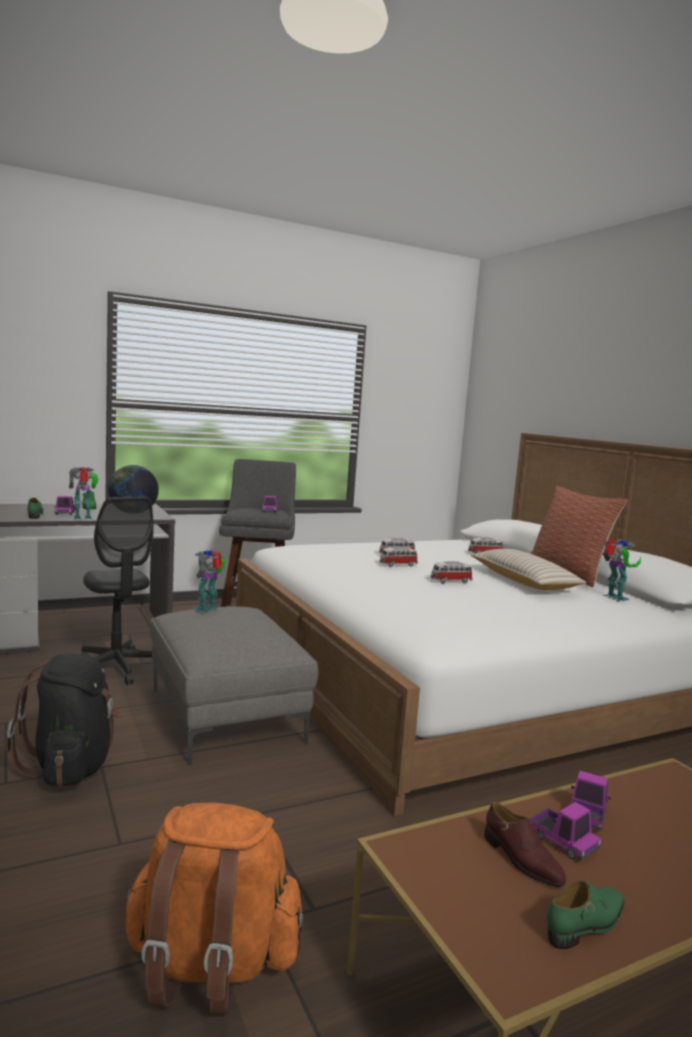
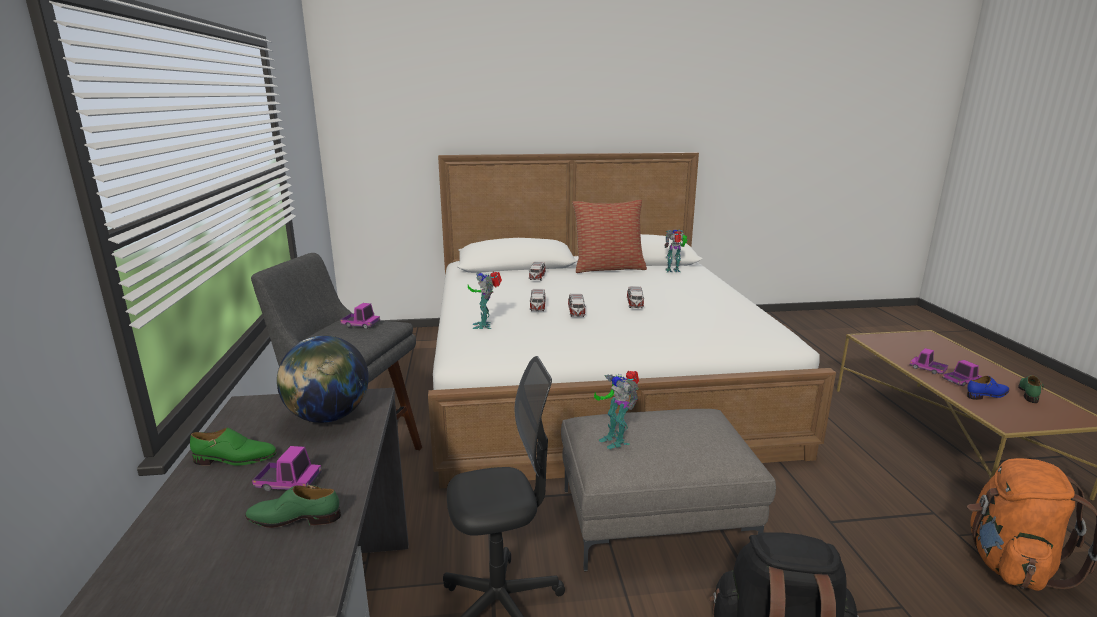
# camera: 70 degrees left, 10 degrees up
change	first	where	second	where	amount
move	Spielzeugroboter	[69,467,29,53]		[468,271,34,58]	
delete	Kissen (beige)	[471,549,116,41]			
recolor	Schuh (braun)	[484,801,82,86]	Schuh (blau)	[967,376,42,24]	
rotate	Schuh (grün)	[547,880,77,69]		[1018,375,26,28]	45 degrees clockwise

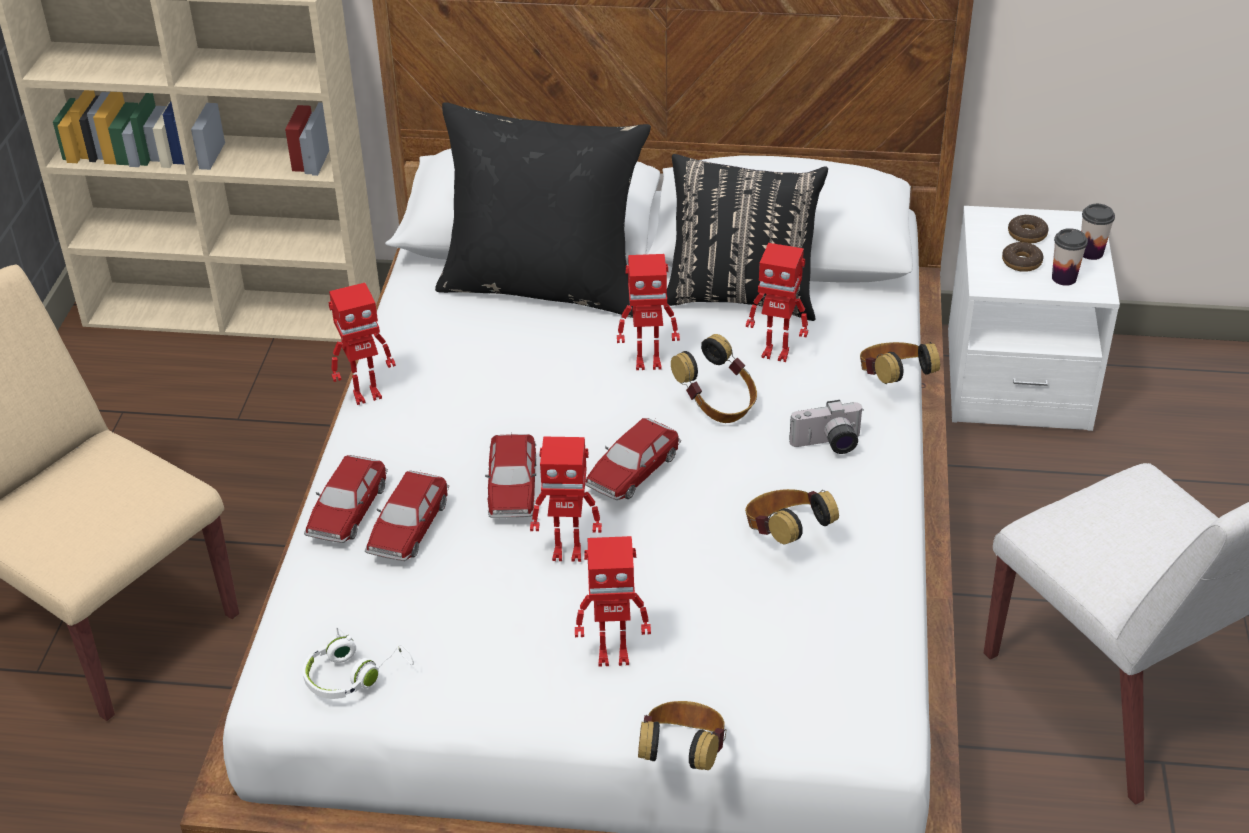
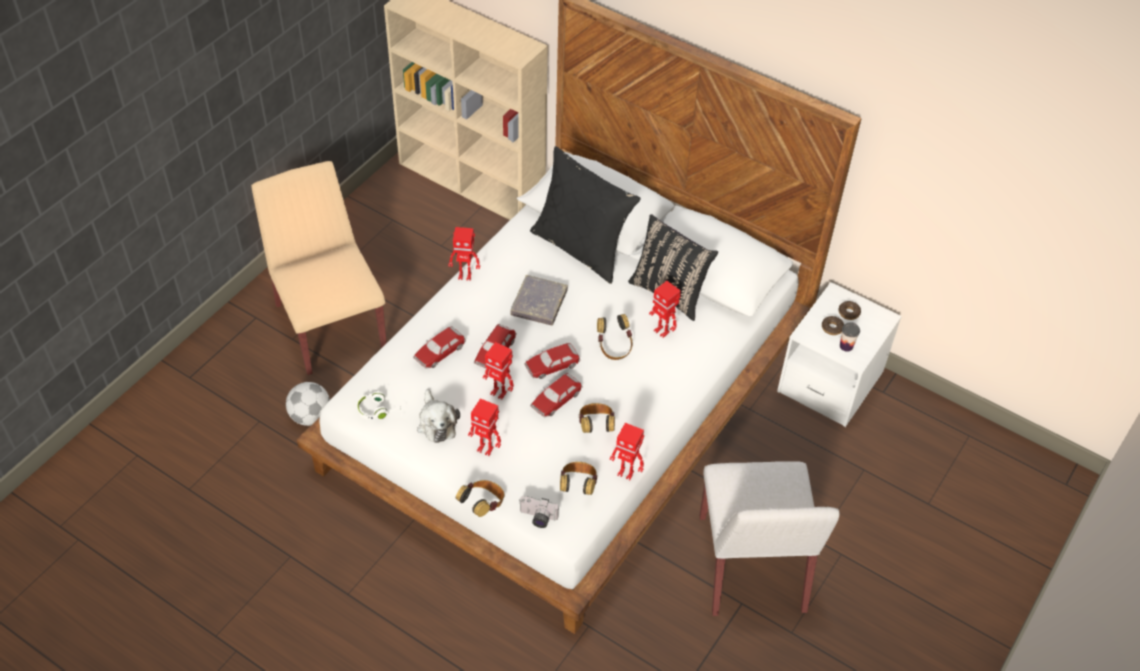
# camera: 25 degrees right, 10 degrees up
change	first	where	second	where	amount
move	Spielzeugauto	[304,455,84,88]		[530,373,53,44]	
move	Spielzeugroboter	[617,254,63,116]		[610,423,34,57]	
move	Kamera	[789,400,75,54]		[520,496,39,32]	
move	Kopfhörer	[860,342,80,42]		[560,462,38,33]	
delete	Tasse	[1081,204,34,56]			
insert			Fußball	[286,382,44,44]	
insert			Plüschtier	[417,389,43,54]	
insert			Buch (grau)	[510,275,58,50]	

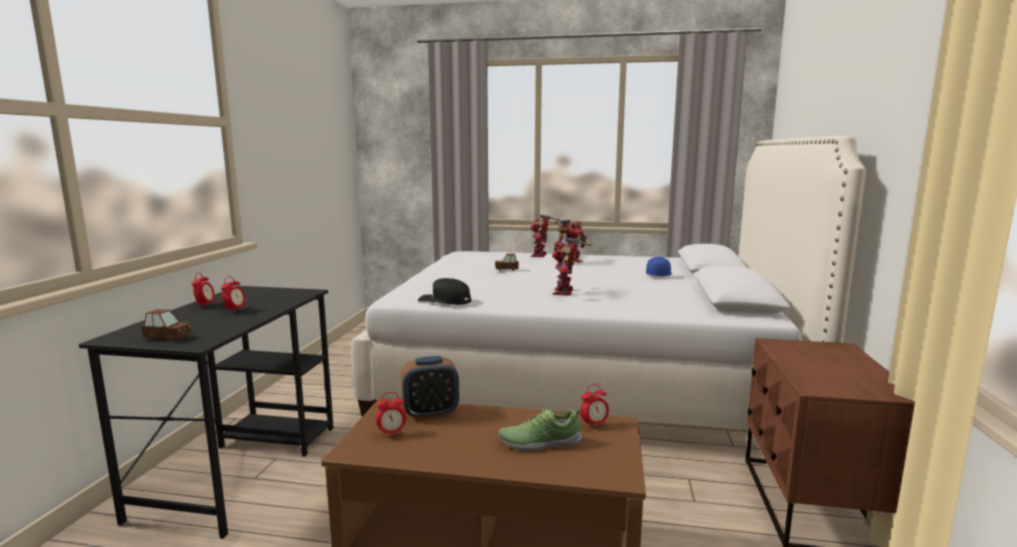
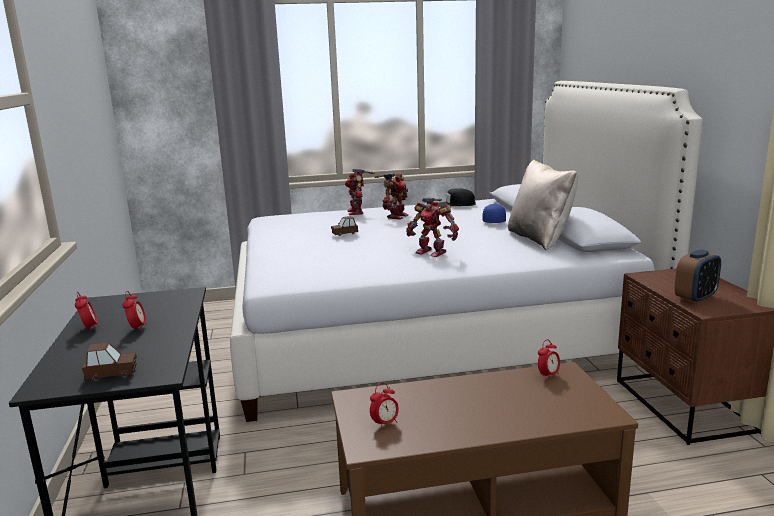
# camera: 20 degrees left, 5 degrees up
change	first	where	second	where	amount
move	Wecker	[401,356,58,64]		[674,249,47,55]	
move	Kappe (schwarz)	[418,278,54,27]		[438,188,38,19]	
delete	Schuh	[498,408,84,44]			
rotate	Spielzeugroboter	[552,237,40,59]		[406,198,53,59]	45 degrees counterclockwise
insert			Kissen (beige)	[508,159,70,92]	

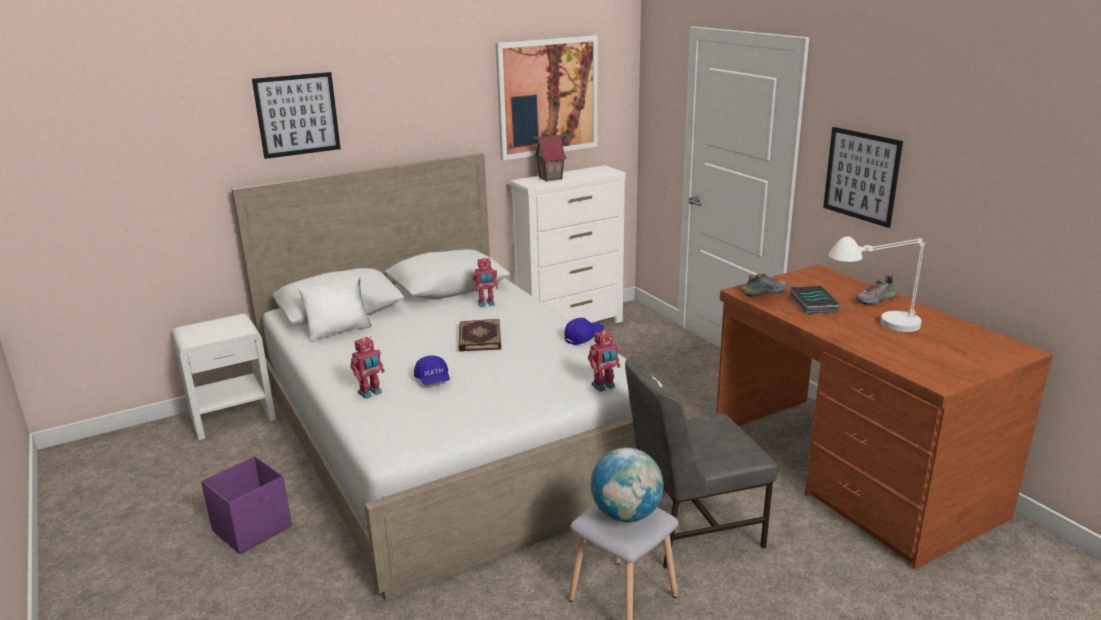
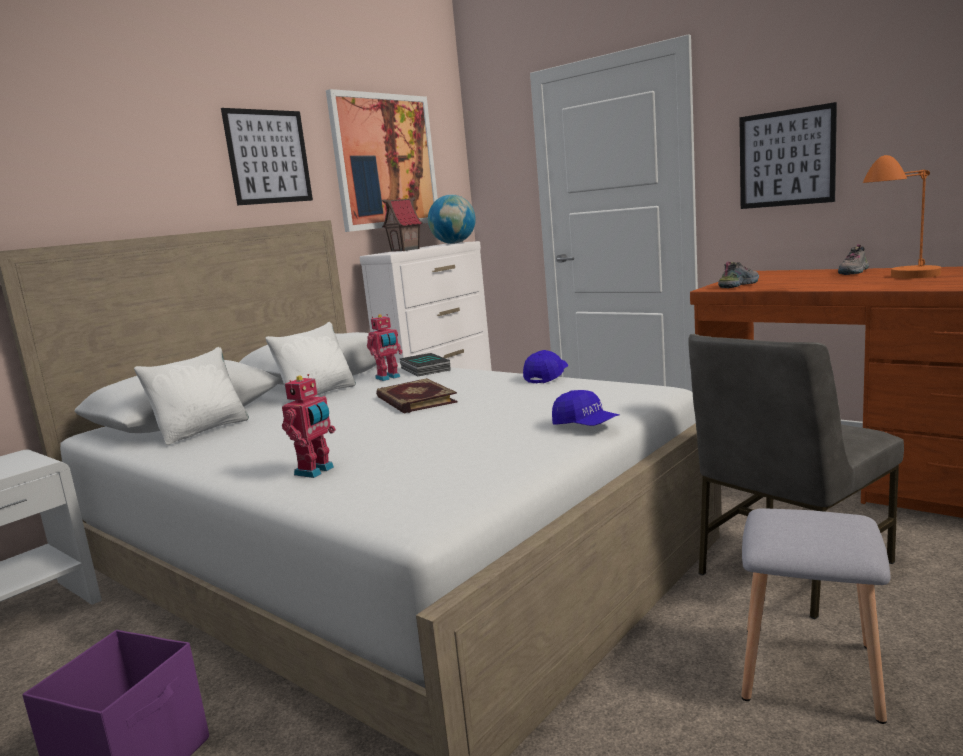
# camera: 20 degrees left, 10 degrees down
change	first	where	second	where	amount
move	Bild	[252,72,89,87]		[221,108,92,97]	
move	Kappe (blau)	[414,355,36,30]		[552,390,67,36]	
delete	Spielzeugroboter	[588,330,33,62]			
move	Globus	[591,447,73,75]		[428,194,48,50]	
move	Buch	[790,286,50,28]		[400,353,51,23]	
recolor	Tischlampe (weiß)	[829,236,97,96]	Tischlampe (orange)	[863,155,78,123]	
insert			Kissen (weiß)	[265,322,91,79]	

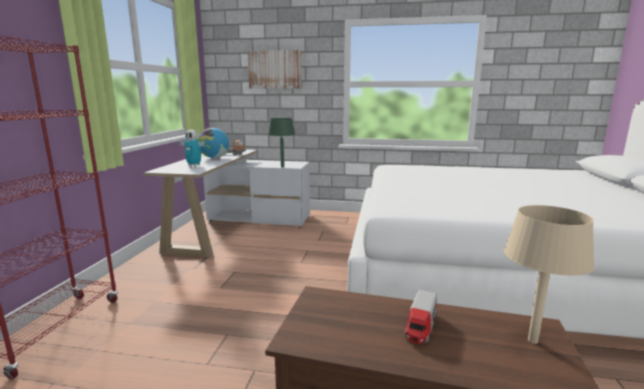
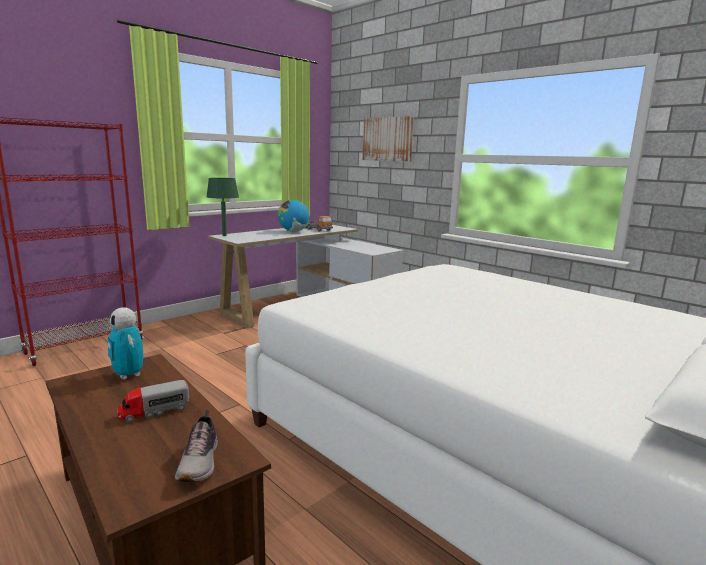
# camera: 35 degrees right, 0 degrees up
change	first	where	second	where	amount
move	Spielzeugroboter	[178,130,28,36]		[108,307,35,73]	
move	Tischlampe (grün)	[268,118,27,50]		[207,178,32,58]	
replace	Tischlampe (beige)	[504,205,91,139]	Schuh	[175,410,43,72]	

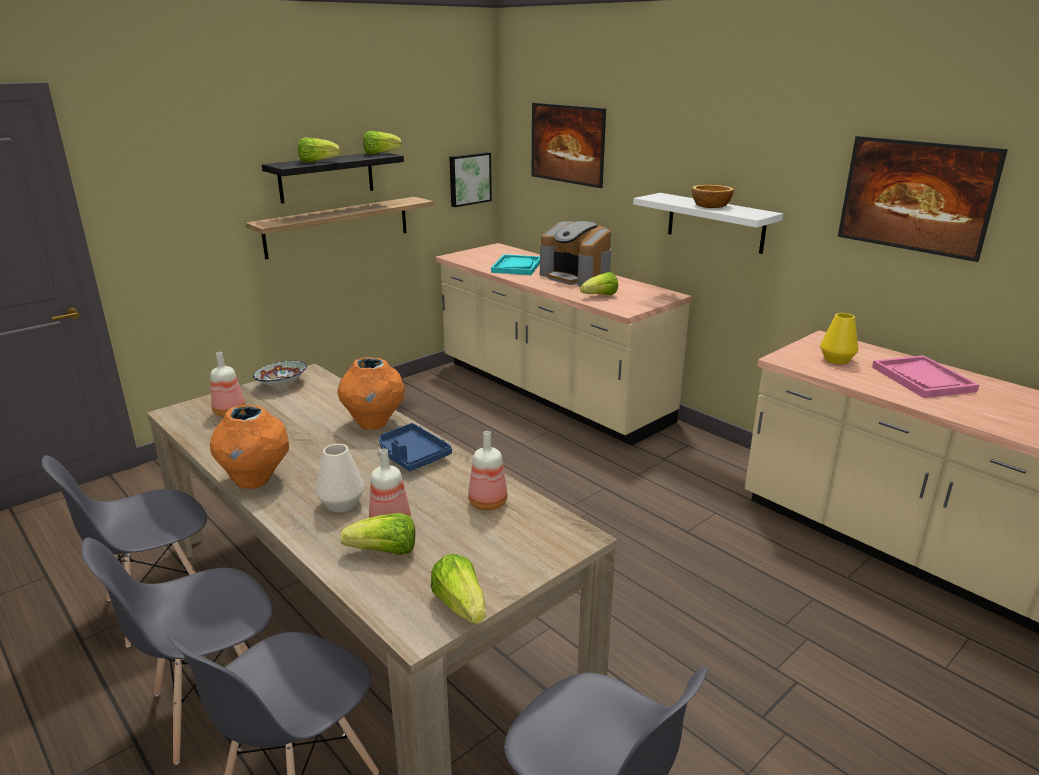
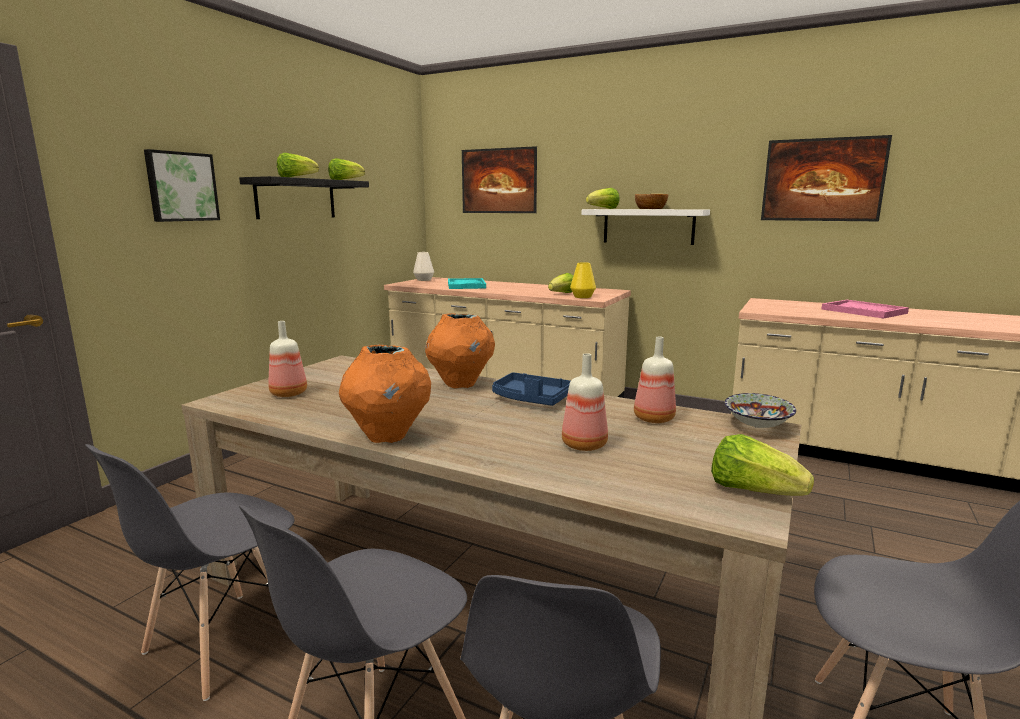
# camera: 20 degrees left, 10 degrees down
change	first	where	second	where	amount
delete	Wandregal	[245,197,189,62]			
move	Schüssel	[253,361,54,25]		[725,393,71,35]	
move	Vase (weiß)	[316,444,48,68]		[413,252,21,29]	
move	Salatkopf	[341,513,74,42]		[586,188,34,21]	
move	Bild	[449,152,43,55]		[144,149,76,73]	
delete	Kaffeemaschine	[540,221,71,66]			
move	Vase (gelb)	[820,313,38,51]		[570,262,26,36]	

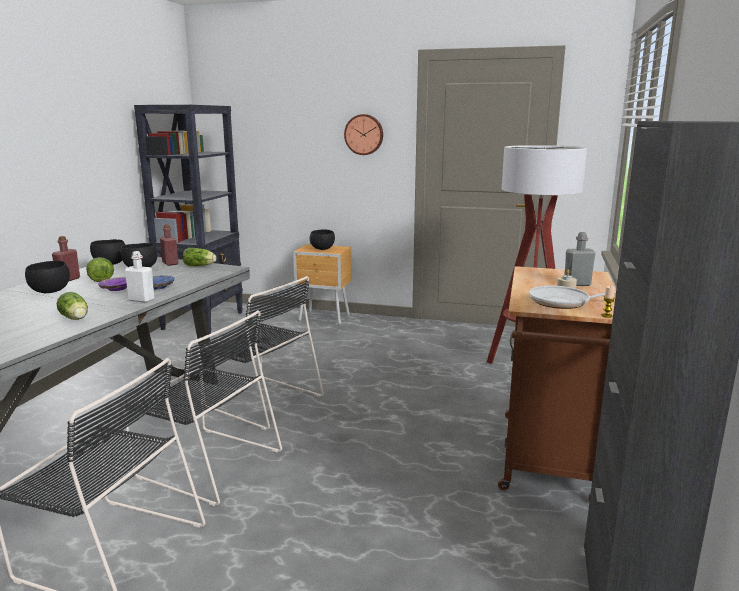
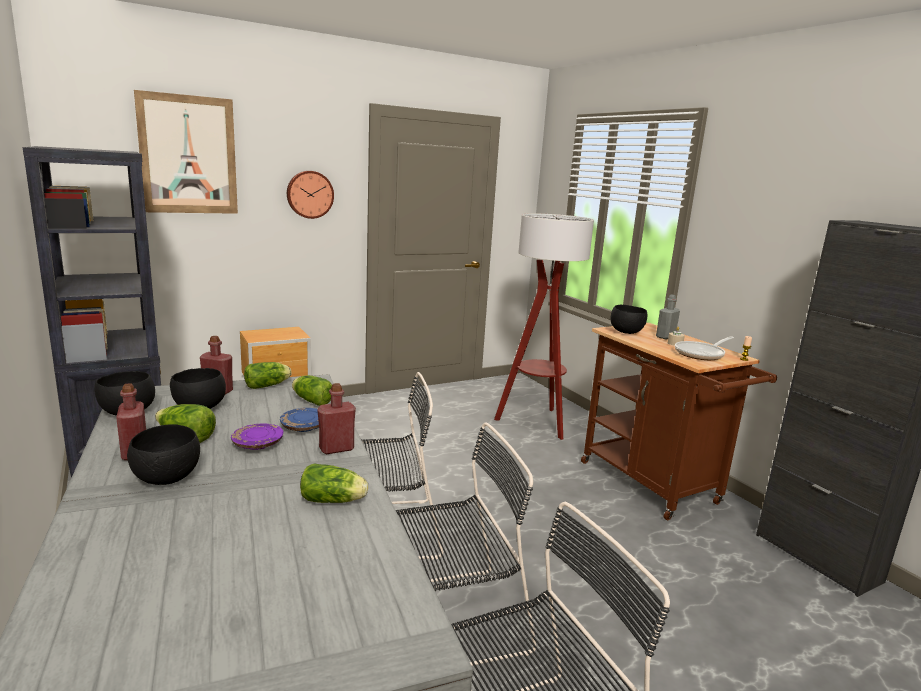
# camera: 45 degrees left, 0 degrees up
change	first	where	second	where	amount
recolor	Flasche (weiß)	[125,251,30,52]	Flasche (rot)	[317,383,39,71]	
move	Schüssel (schwarz)	[310,229,25,21]		[611,304,36,30]	
insert			Bild	[134,90,104,124]	
insert			Salatkopf	[292,375,40,31]	

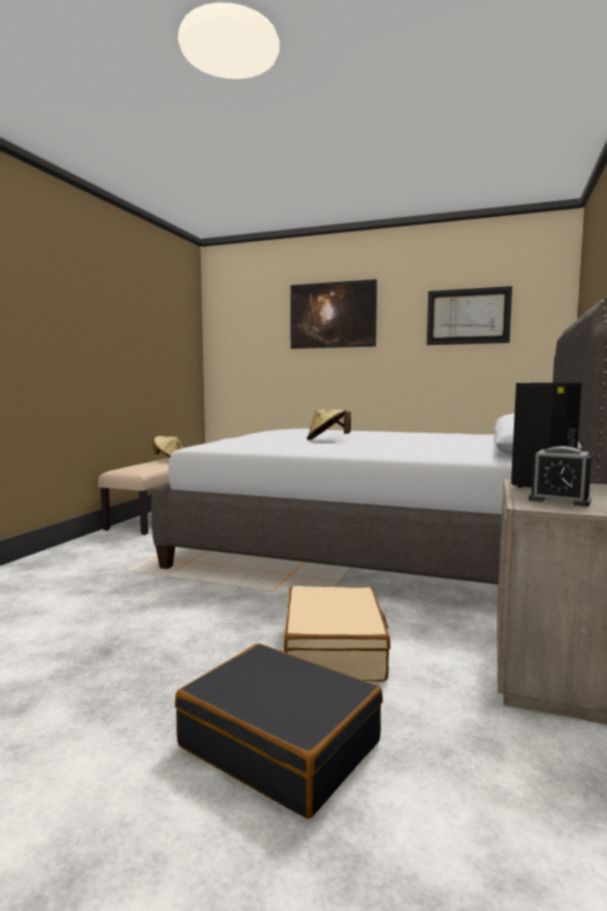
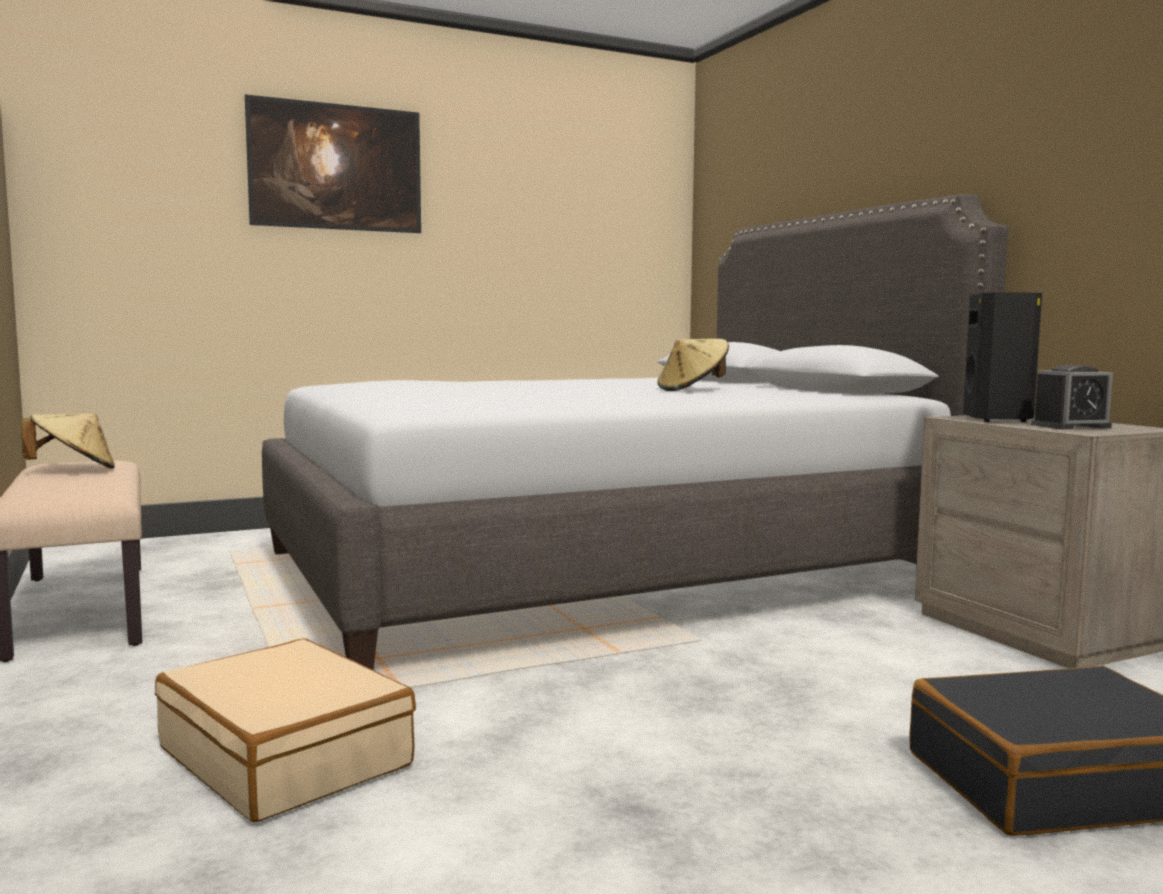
# camera: 45 degrees left, 0 degrees up
change	first	where	second	where	amount
move	Koffer (beige)	[284,586,106,95]		[155,638,261,184]	
move	Hut (beige)	[307,410,44,30]		[657,339,72,52]	
delete	Bild	[427,286,85,59]			

